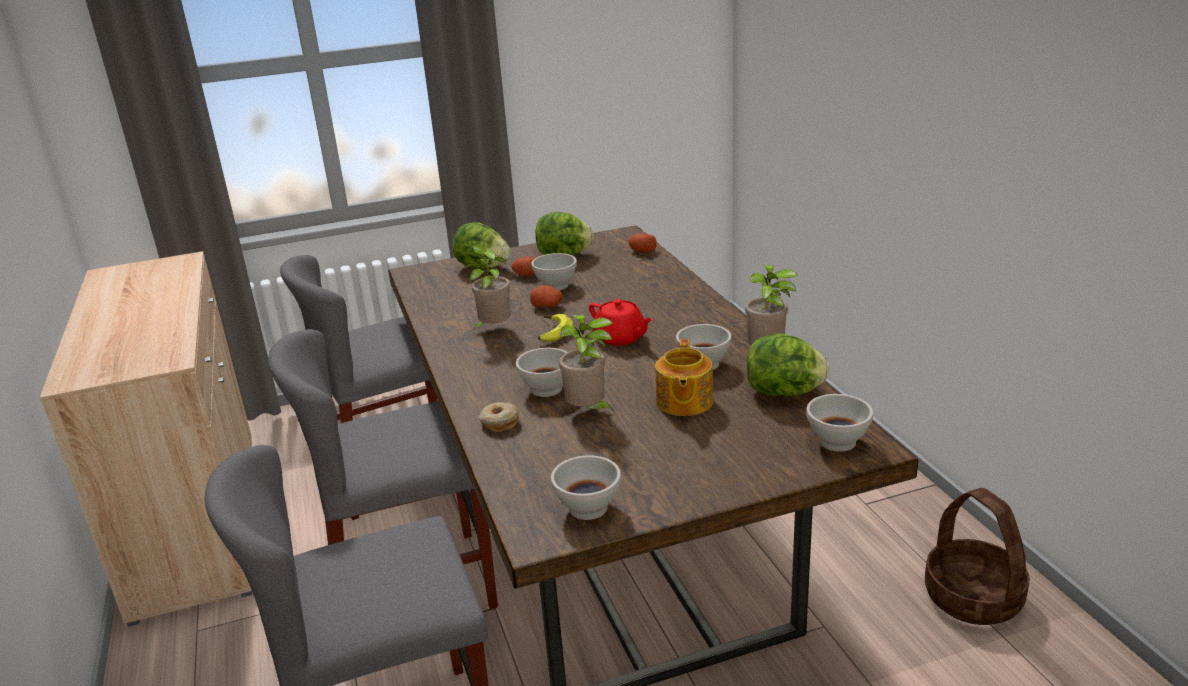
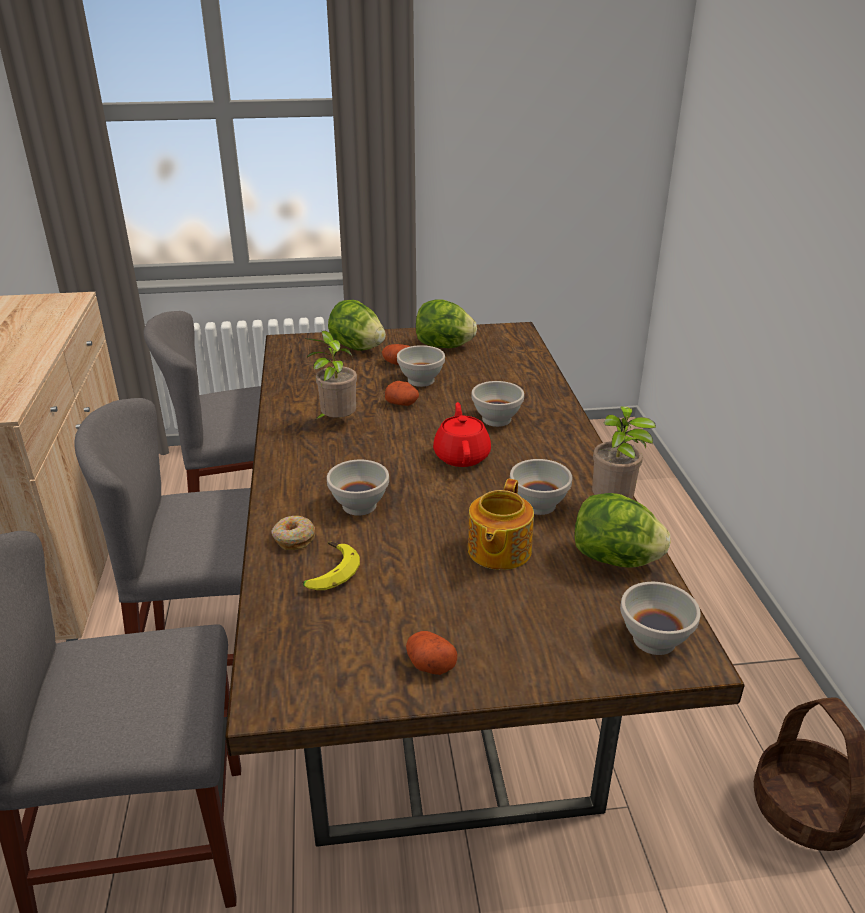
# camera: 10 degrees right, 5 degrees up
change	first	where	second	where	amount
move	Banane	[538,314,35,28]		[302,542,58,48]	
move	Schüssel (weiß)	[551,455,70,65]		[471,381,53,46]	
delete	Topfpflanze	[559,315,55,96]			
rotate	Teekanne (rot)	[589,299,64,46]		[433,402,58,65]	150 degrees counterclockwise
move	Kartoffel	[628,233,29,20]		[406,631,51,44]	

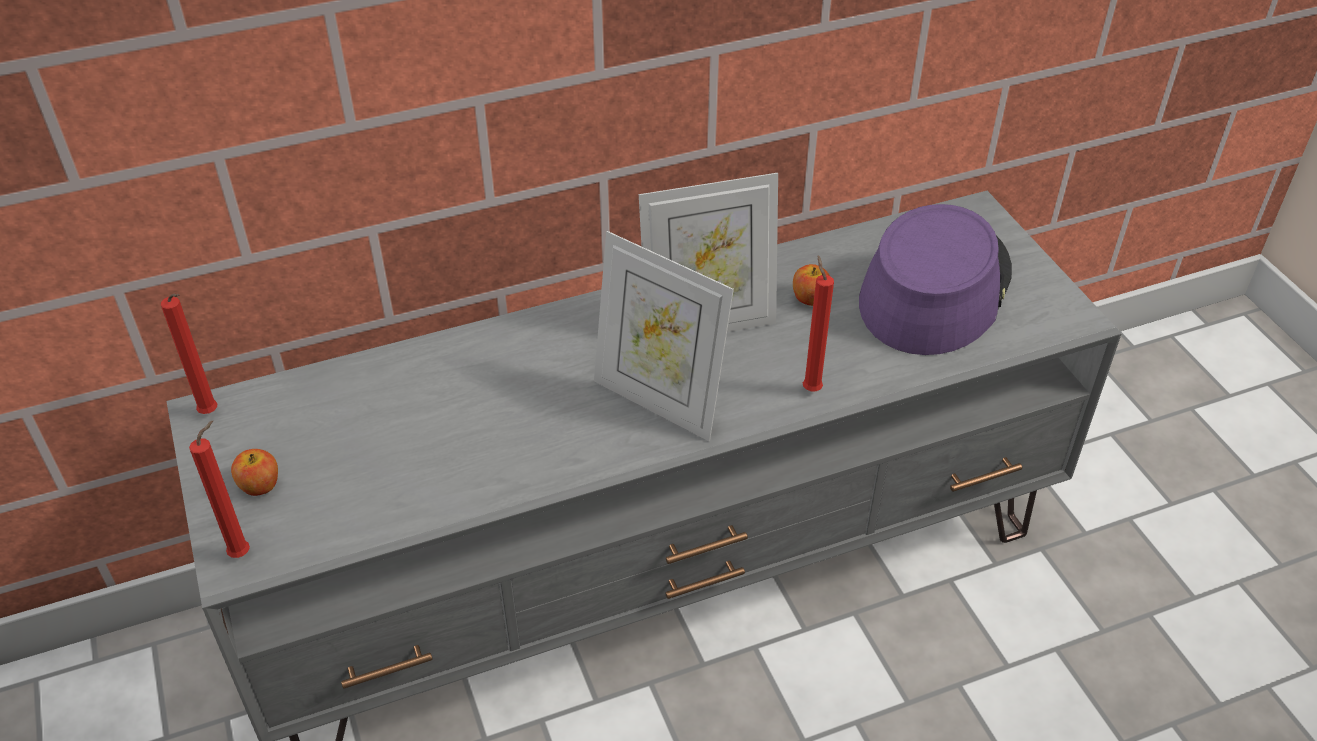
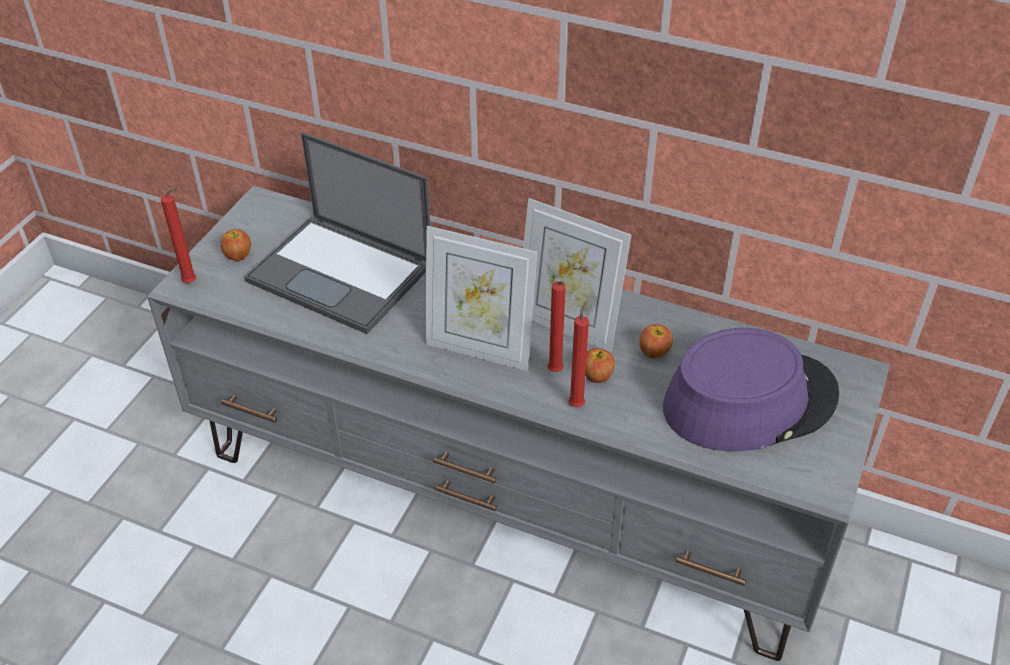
# camera: 45 degrees right, 0 degrees up
change	first	where	second	where	amount
move	Kerze (rot)	[161,293,56,121]		[548,281,18,91]	
rotate	Bilderrahmen	[594,231,140,210]		[425,226,112,145]	60 degrees counterclockwise
insert			Laptop	[245,132,185,202]	
insert			Apfel	[585,348,30,35]	

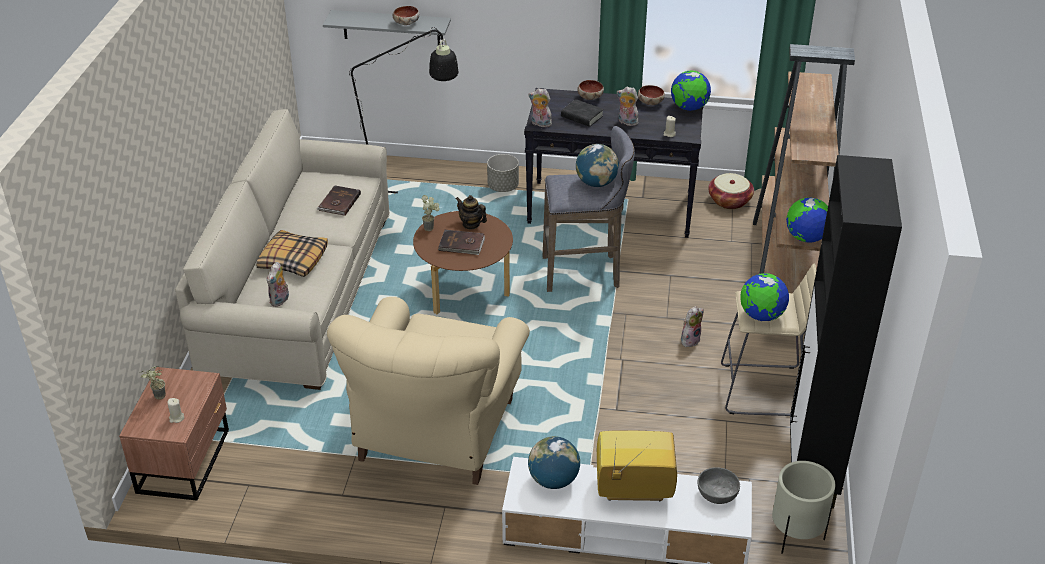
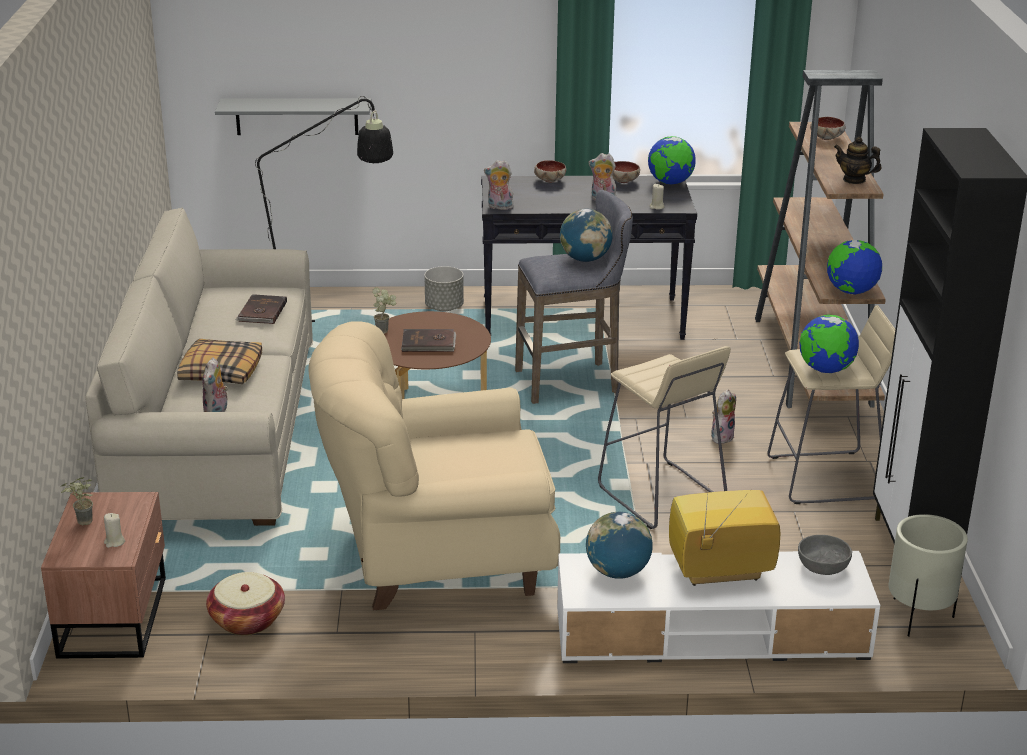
# camera: 10 degrees left, 10 degrees down
change	first	where	second	where	amount
rotate	Sessel (beige)	[327,297,203,188]		[308,321,252,289]	75 degrees clockwise
move	Schüssel	[393,6,27,19]		[810,117,35,23]	
move	Teekanne	[456,195,31,35]		[834,137,47,47]	
delete	Buch (schwarz)	[561,99,43,28]			
move	Korb	[708,173,46,36]		[206,572,79,63]	
insert			Hocker (beige)	[598,346,133,183]	

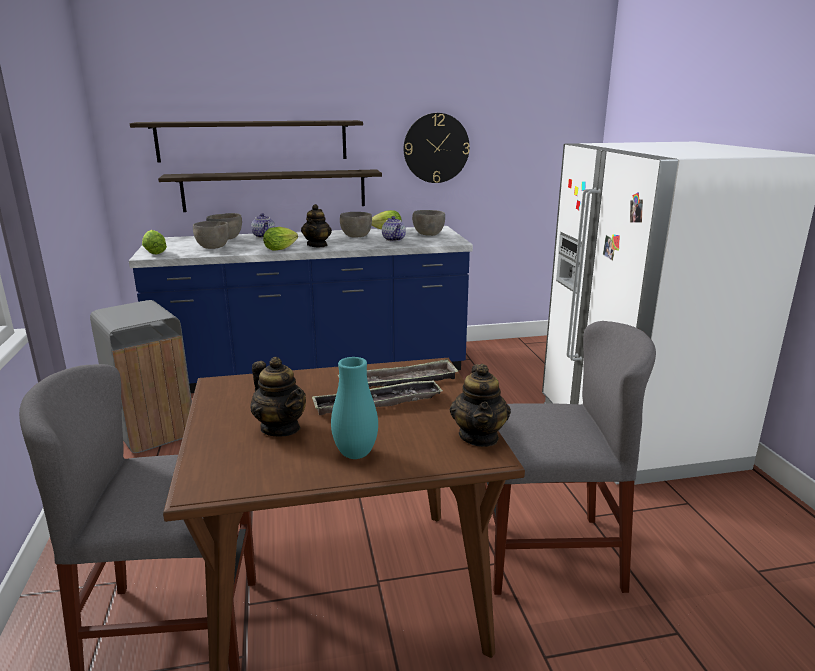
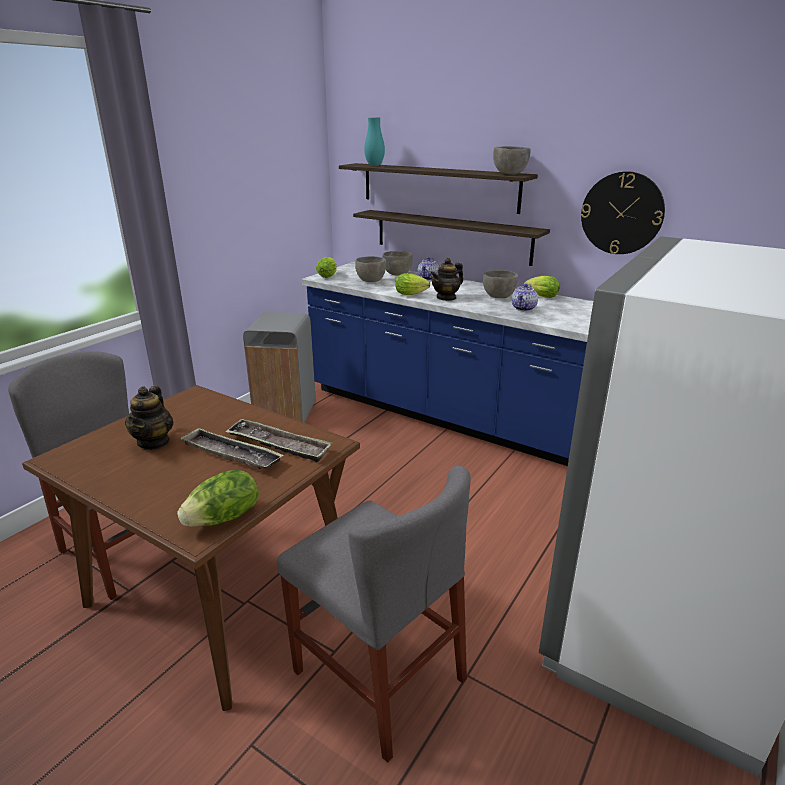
# camera: 45 degrees right, 5 degrees up
change	first	where	second	where	amount
move	Vase (türkis)	[331,357,47,102]		[364,117,21,49]	
move	Schüssel (grau)	[412,210,33,26]		[493,146,38,29]	
replace	Teekanne	[450,364,61,83]	Salatkopf	[177,470,82,57]	

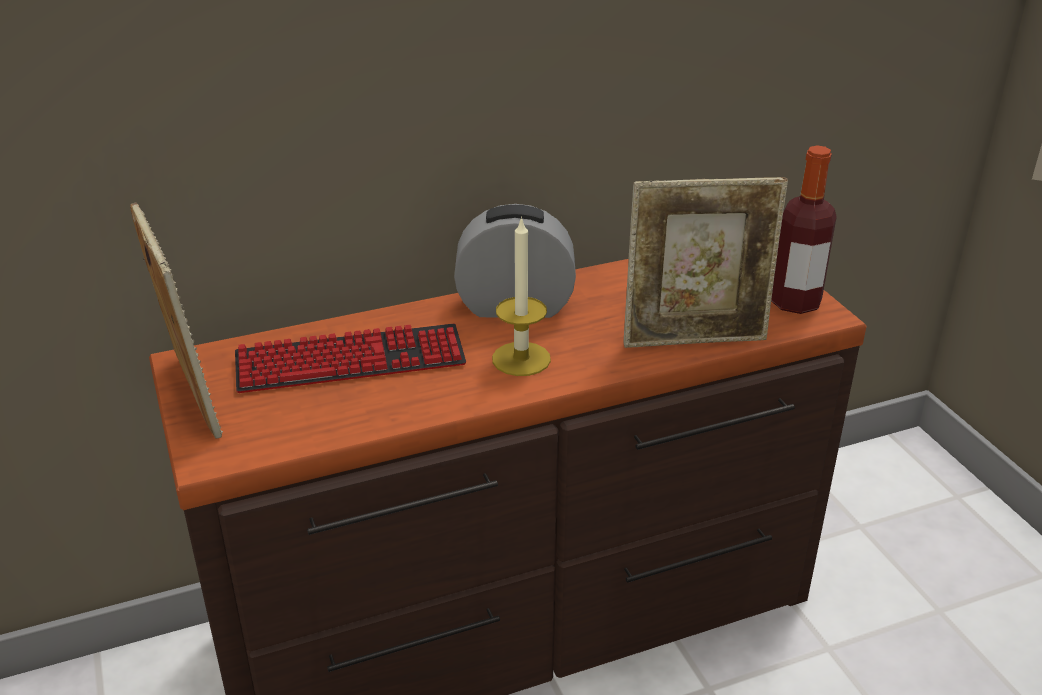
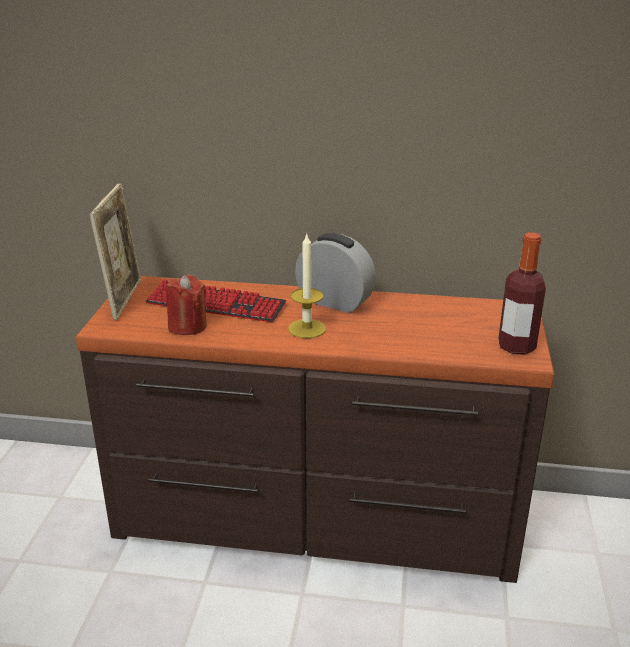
# camera: 30 degrees right, 5 degrees down
change	first	where	second	where	amount
delete	Bilderrahmen	[623,177,165,171]			
insert			Kerze (rot)	[165,275,42,60]	

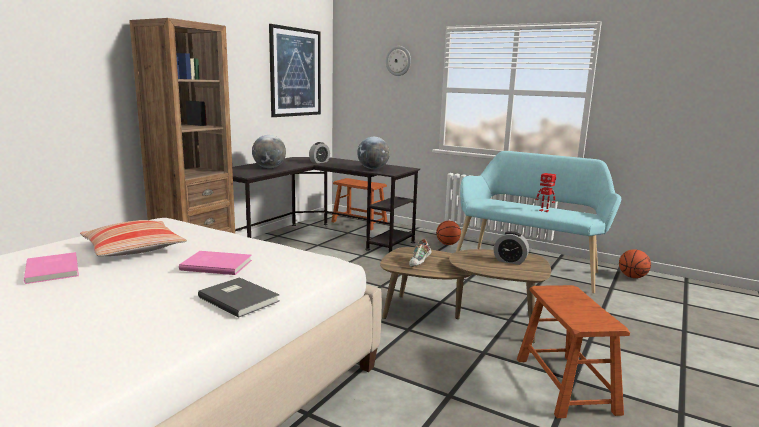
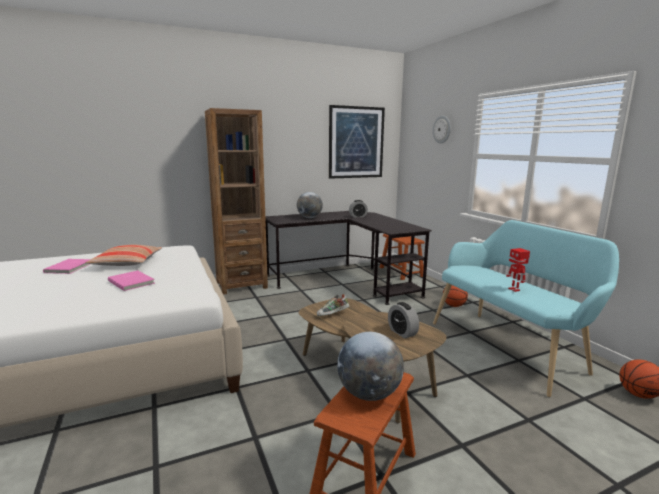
# camera: 35 degrees right, 0 degrees up
change	first	where	second	where	amount
delete	Buch (grau)	[198,277,82,40]			
move	Globus	[357,137,33,32]		[337,332,67,69]	

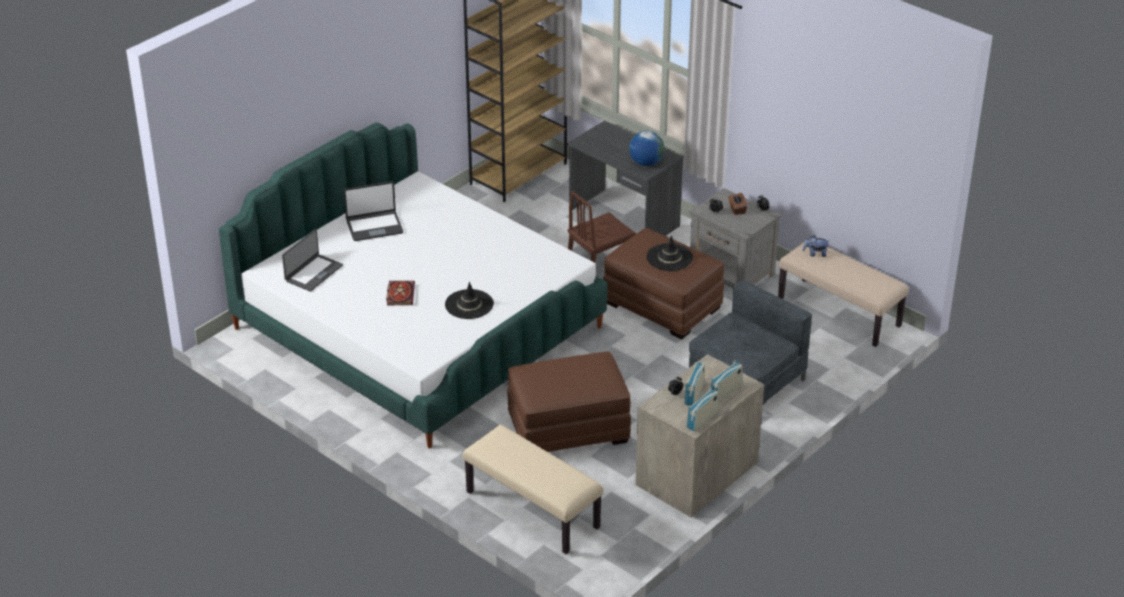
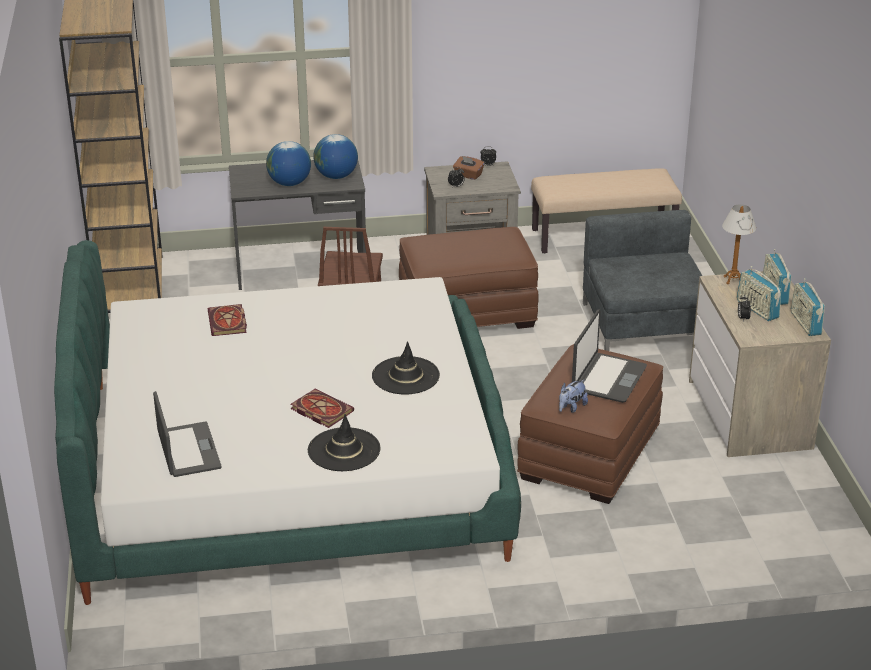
# camera: 50 degrees left, 5 degrees down
change	first	where	second	where	amount
move	Laptop	[344,181,59,60]		[572,309,75,94]	
delete	Bank (beige)	[462,425,141,129]			
move	Hut (schwarz)	[646,235,47,36]		[308,414,72,57]	
move	Plüschtier	[803,235,25,22]		[559,380,29,33]	
insert			Buch	[208,304,39,32]	
insert			Globus	[266,141,45,45]	
insert			Tischlampe	[722,204,34,80]	

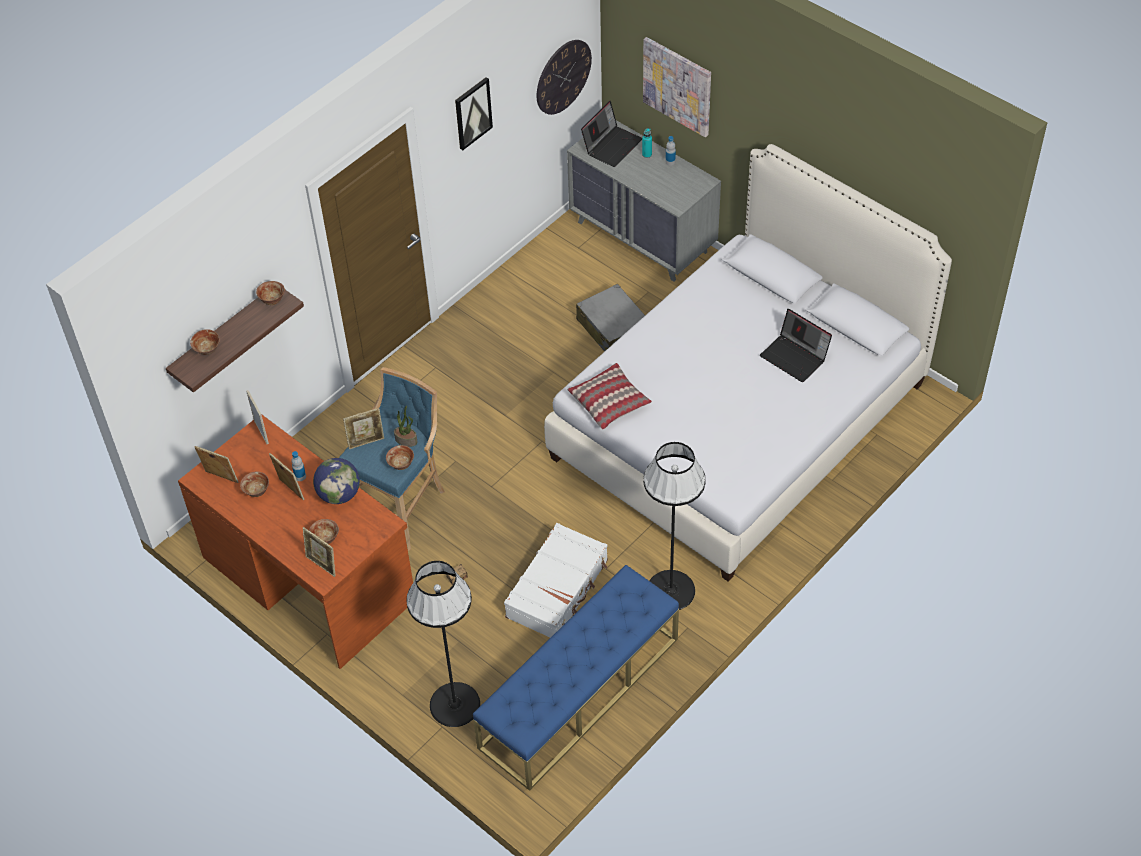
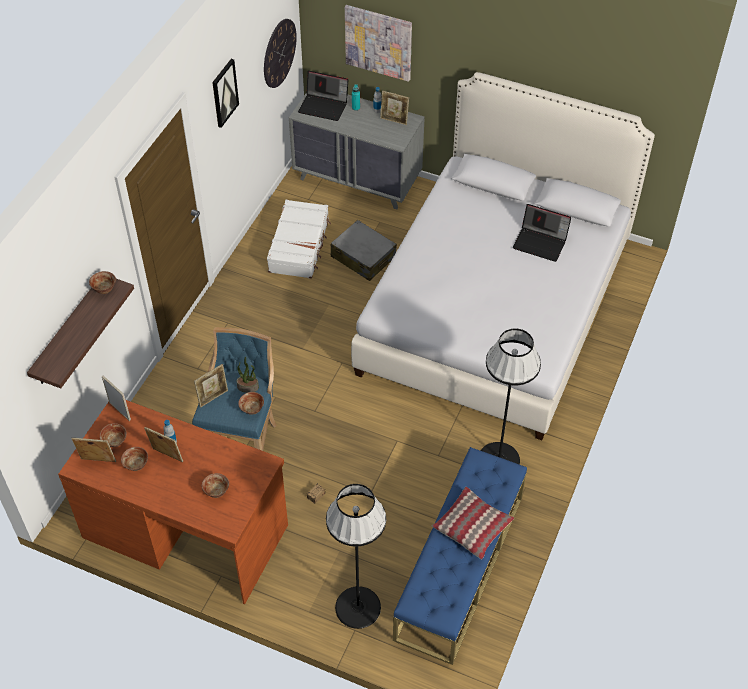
# camera: 20 degrees left, 0 degrees up
change	first	where	second	where	amount
move	Schüssel	[190,329,30,26]		[100,423,27,24]	
move	Bilderrahmen	[303,527,33,50]		[380,90,29,35]	
delete	Globus	[313,458,47,46]			
move	Koffer (weiß)	[504,523,104,115]		[267,200,64,79]	
move	Kissen	[567,363,85,67]		[432,487,82,72]	
rotate	Laptop	[581,101,61,66]		[298,71,50,50]	90 degrees clockwise

